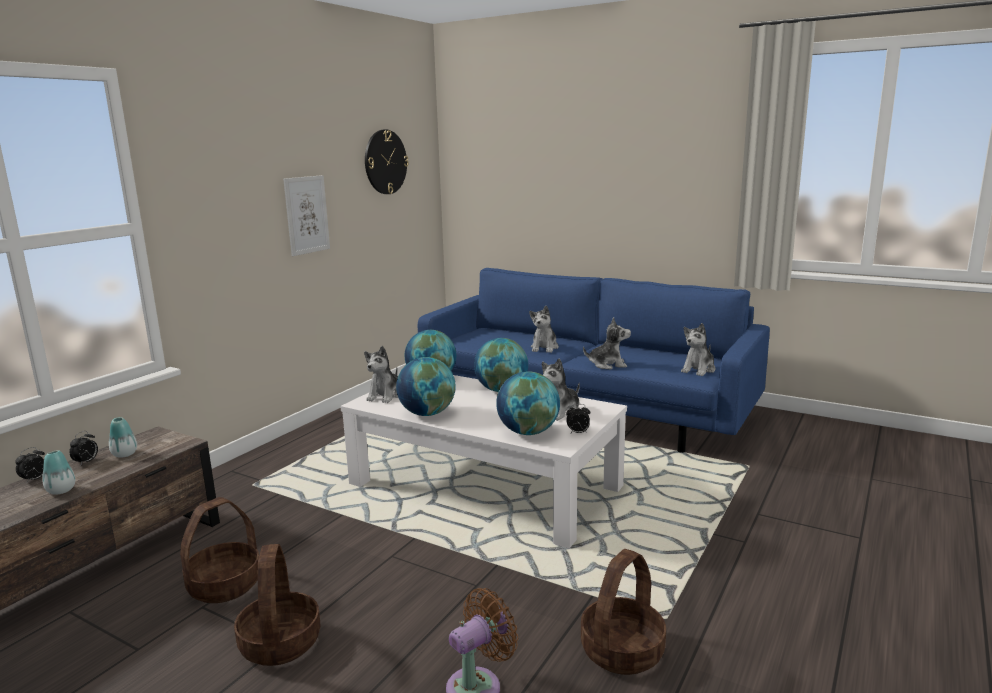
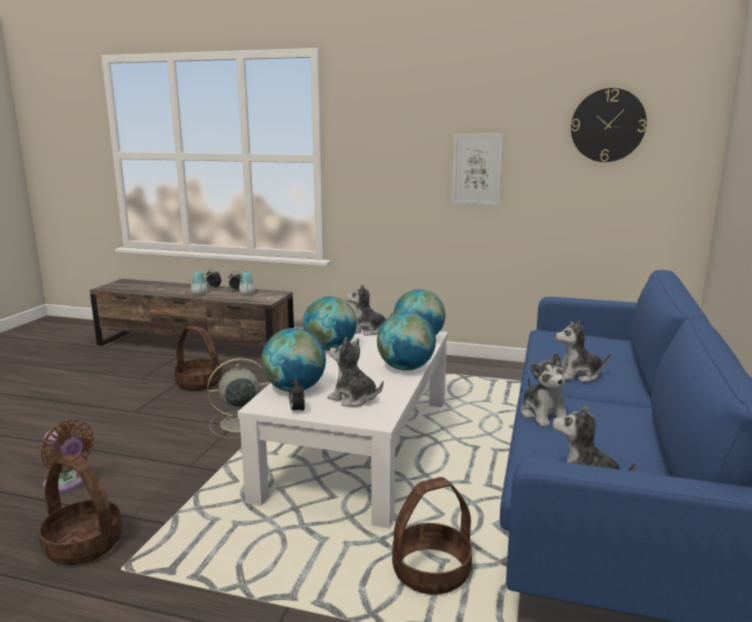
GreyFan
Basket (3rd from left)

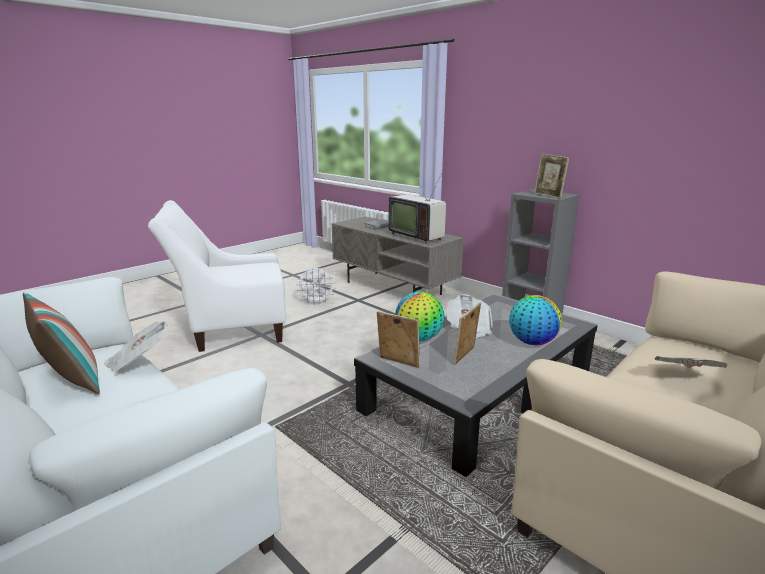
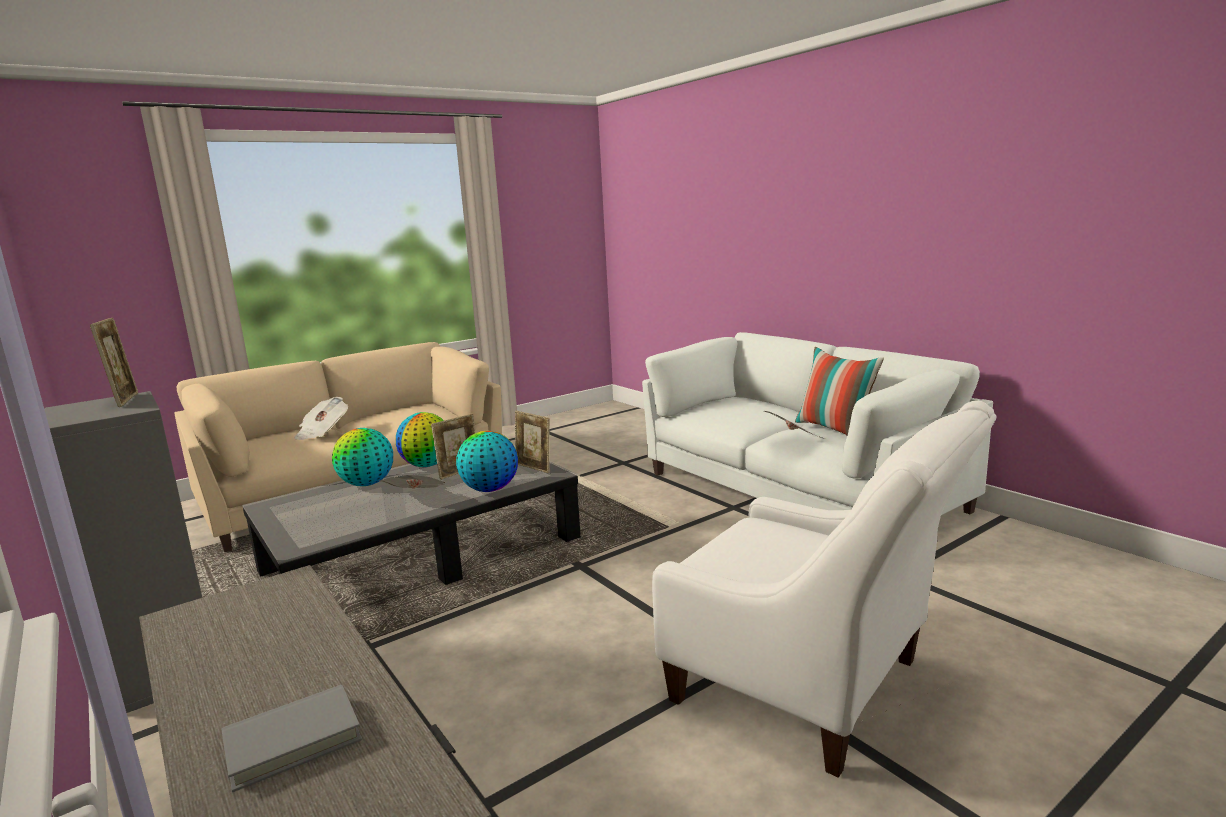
WhiteFan
Television
Globe (2nd from left)
WhiteArmchair

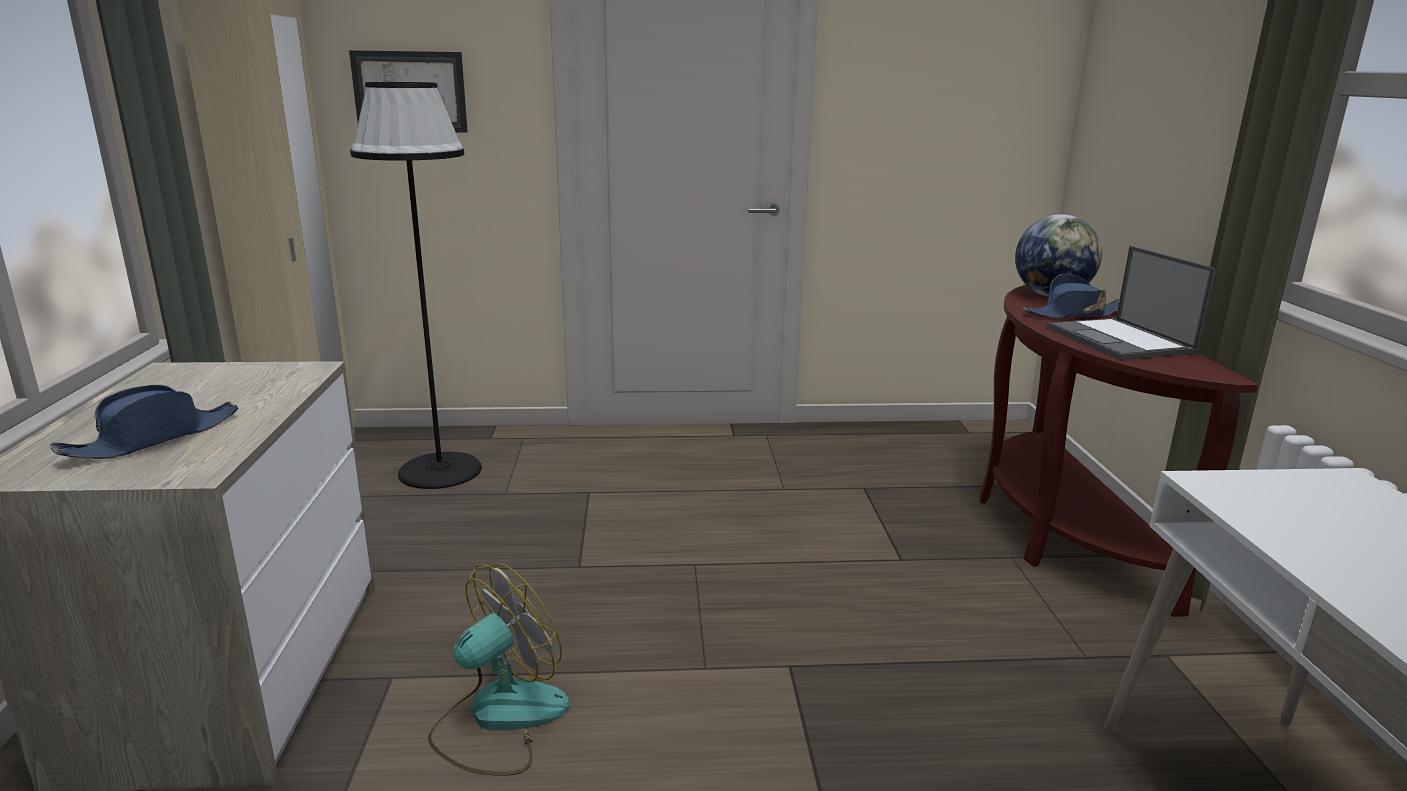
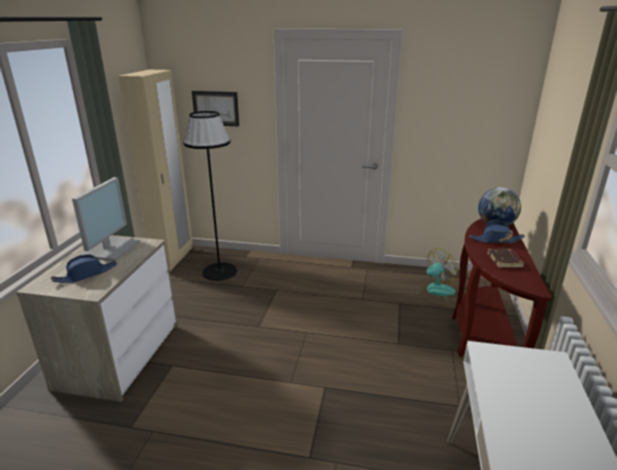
Monitor
Fan
BrownBook

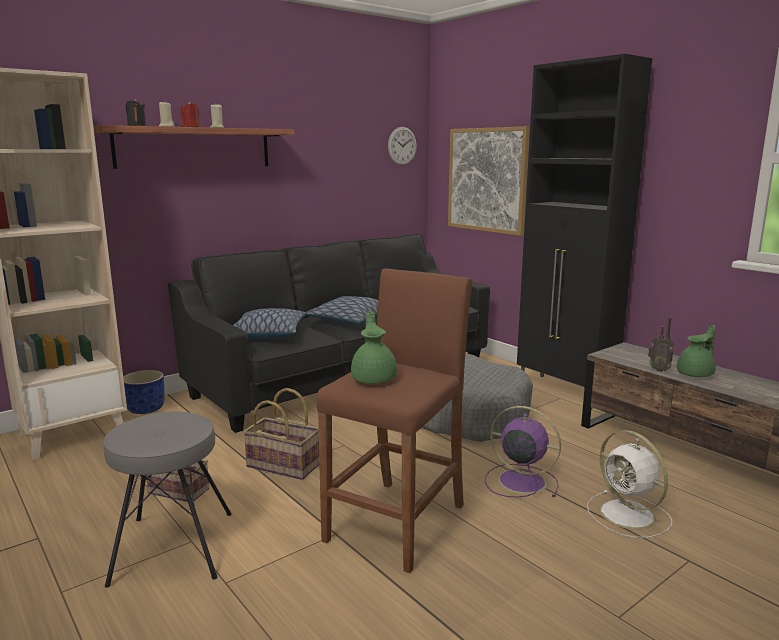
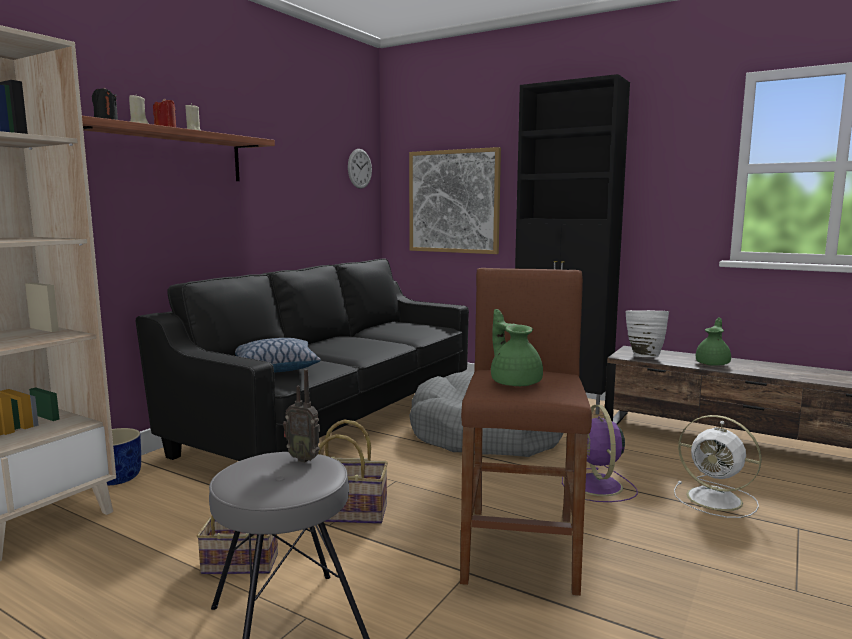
Pillow (2nd from left in the first image)
WhiteVase
Radio
PurpleFan

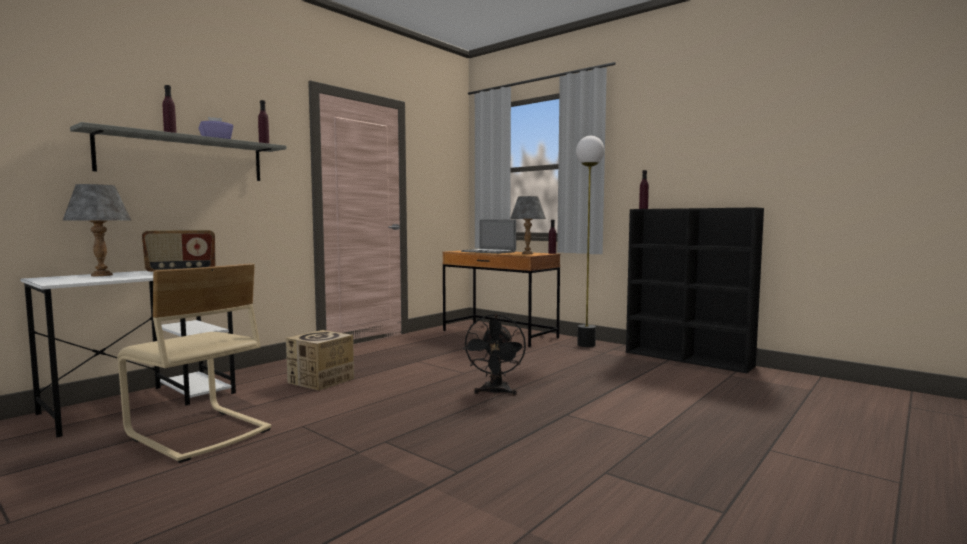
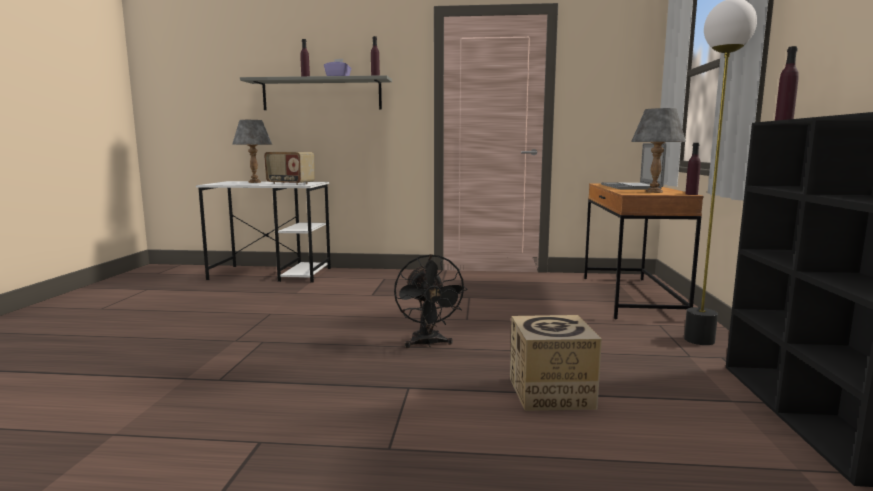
BeigeChair
CardboardBox
BlackFan

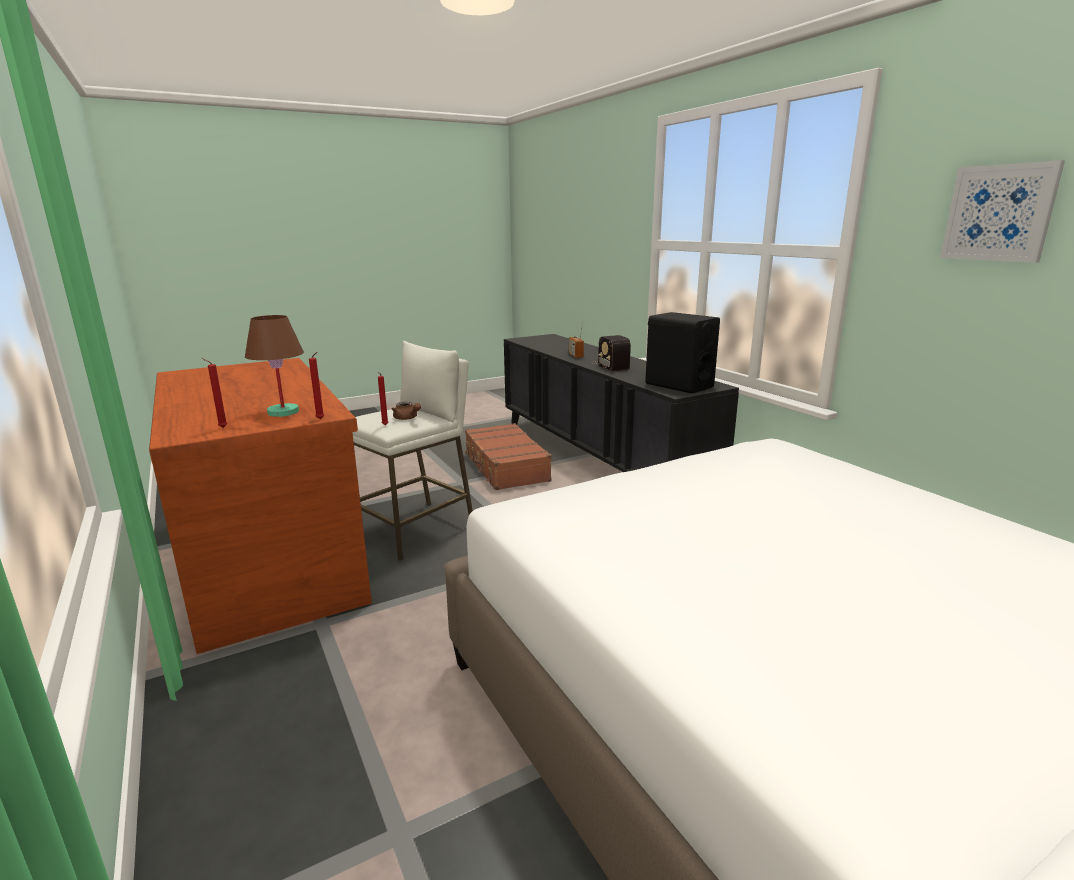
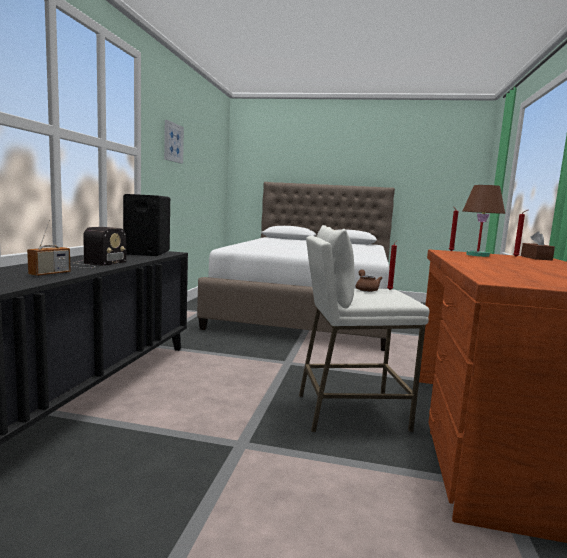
BrownSuitcase
BrownTissueBox

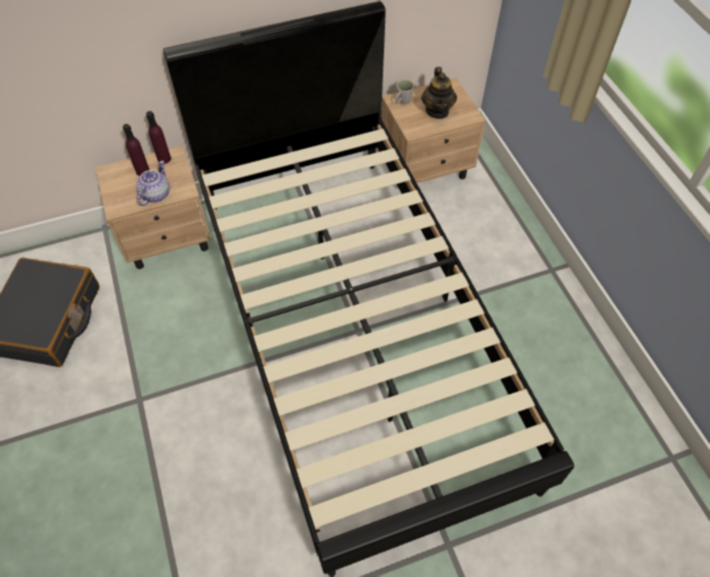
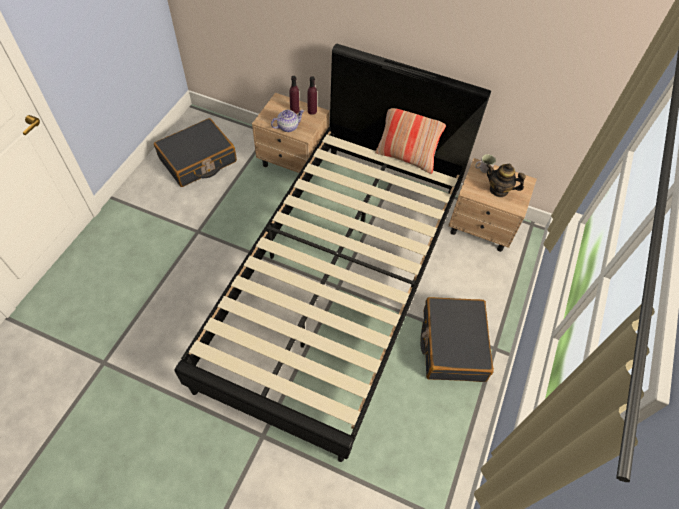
Pillow
BlackSuitcase (2nd from left)
Teapot (2nd from left)

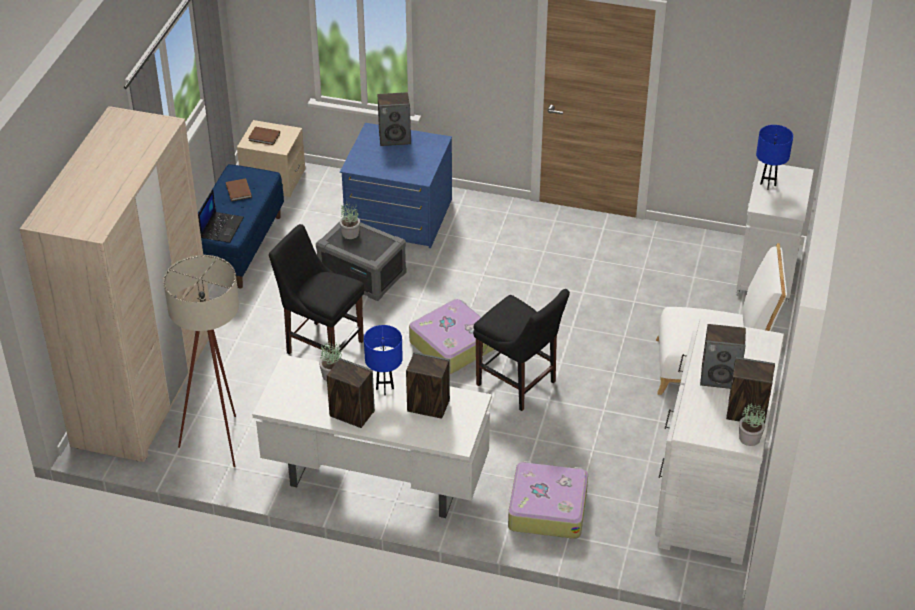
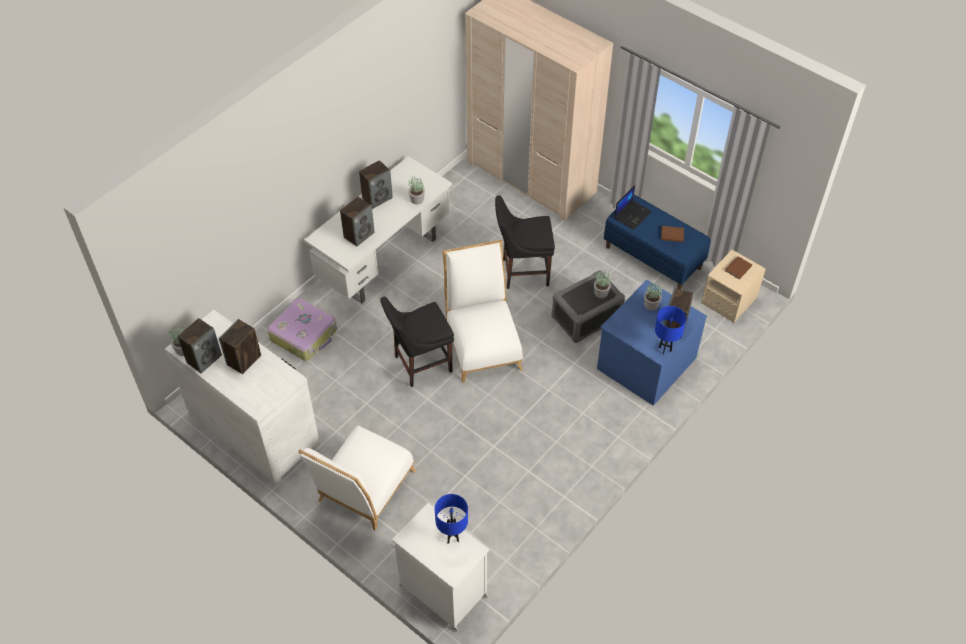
BeigeFloorLamp
PottedPlant (4th from left)
BlueTableLamp (2nd from left)
WhiteChair (2nd from left)
Laptop
BlackChair (2nd from left)

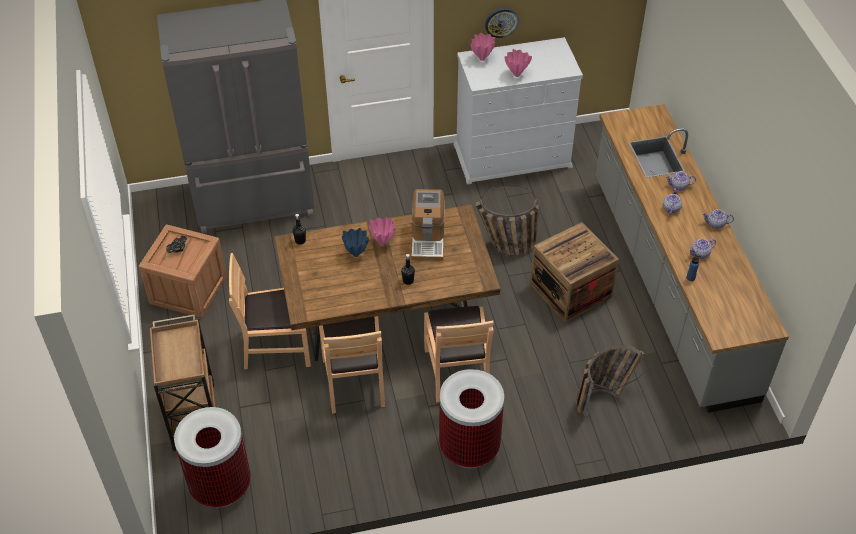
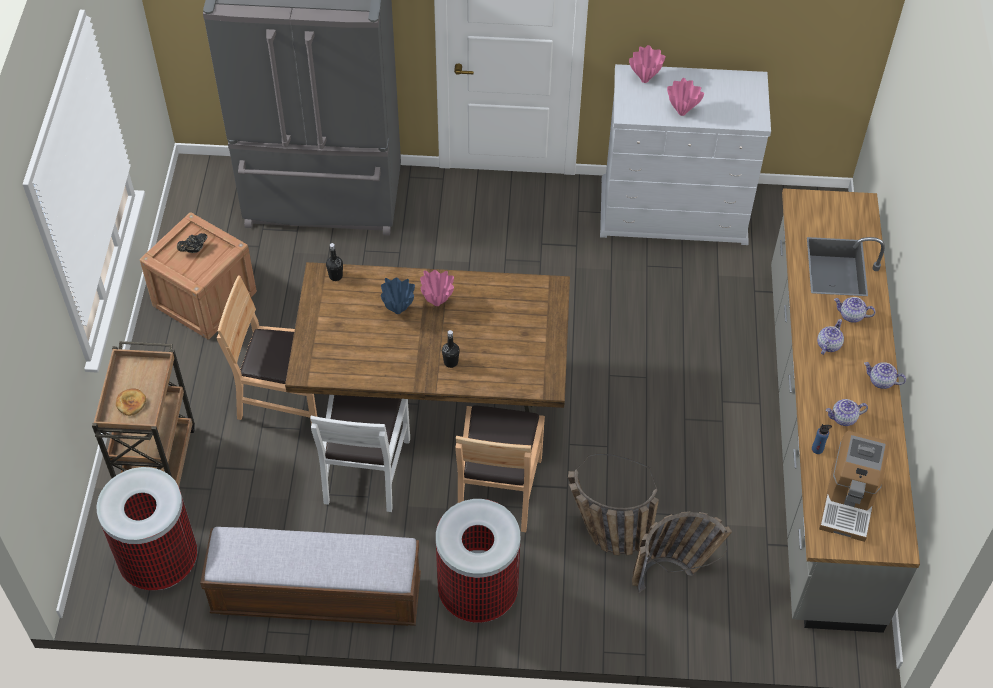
WallClock
Crate (2nd from left in the first image)
Bread
Bench
CoffeeMachine
Basket (1st from left)
WhiteChair

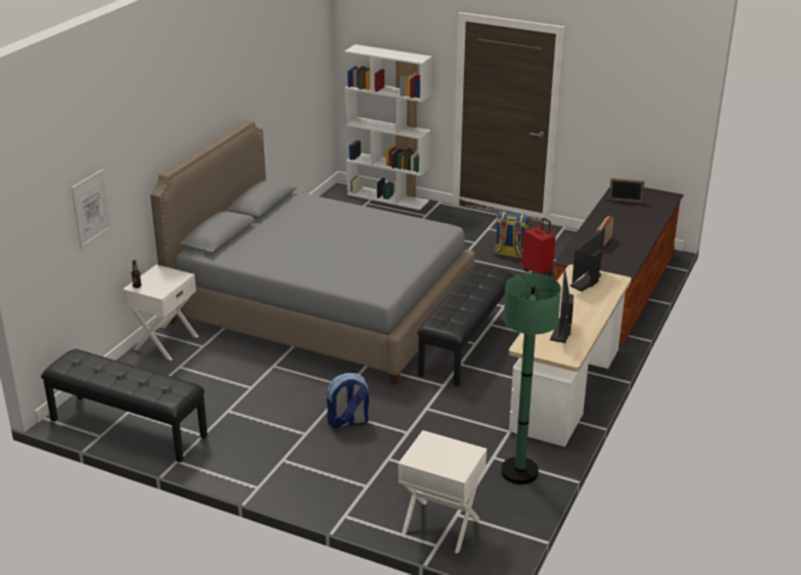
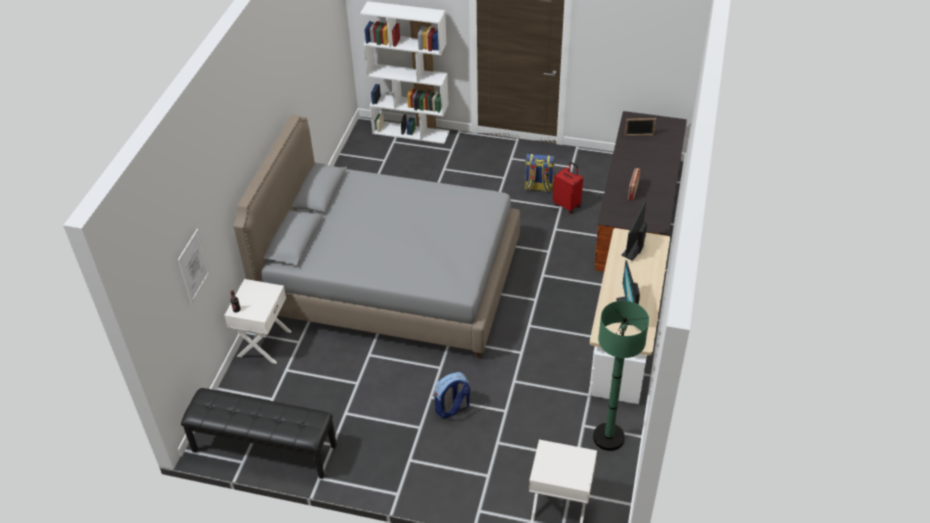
BlackBench (2nd from left in the first image)

